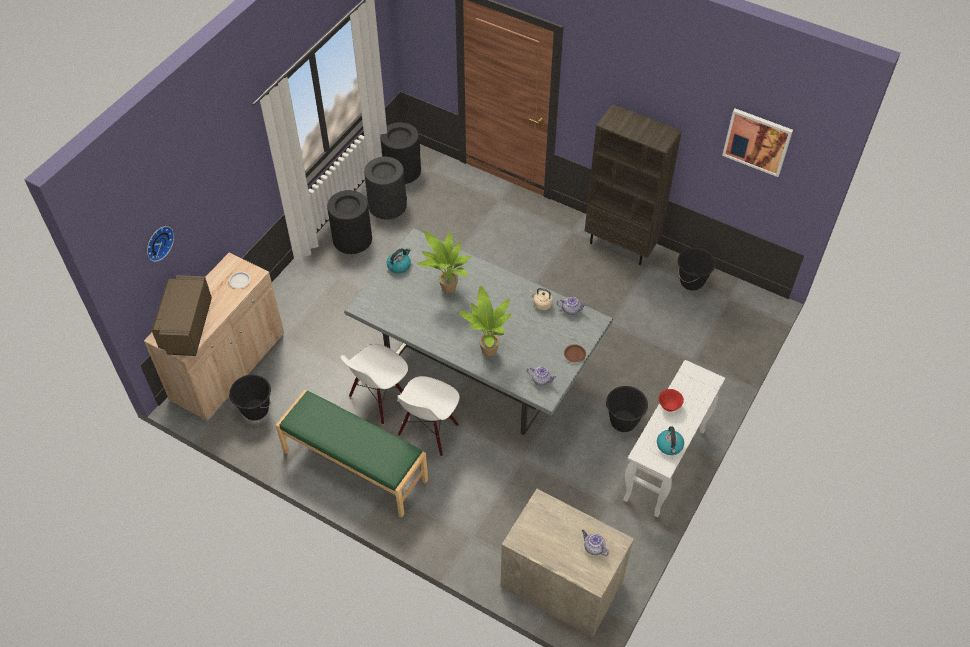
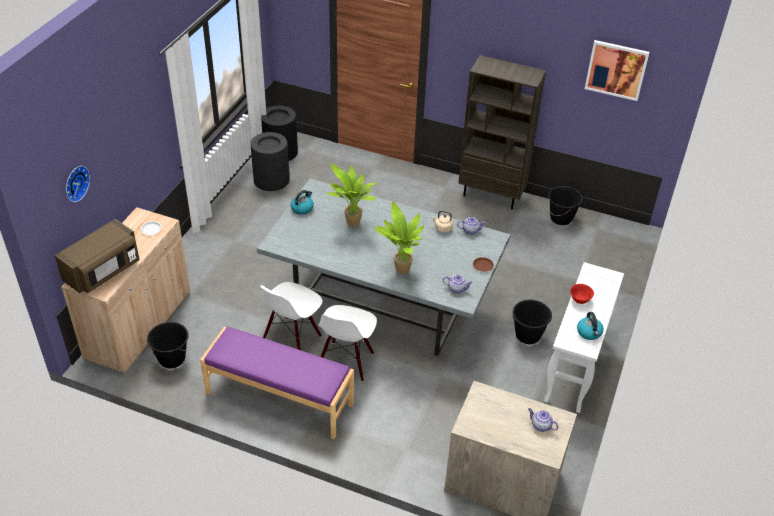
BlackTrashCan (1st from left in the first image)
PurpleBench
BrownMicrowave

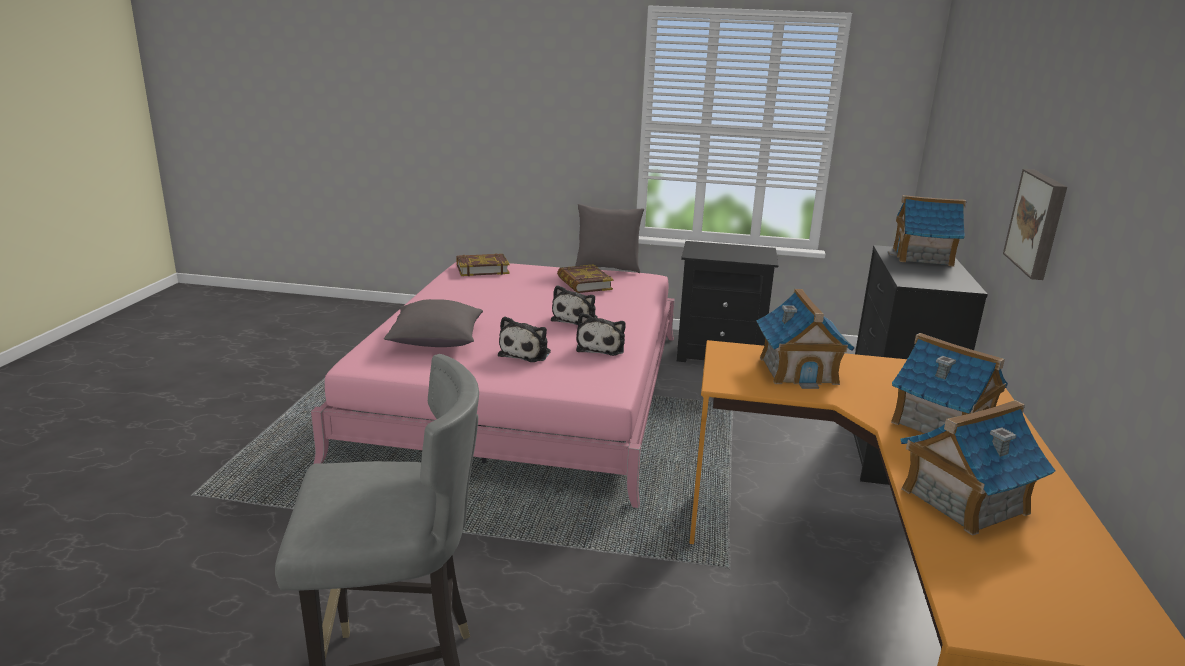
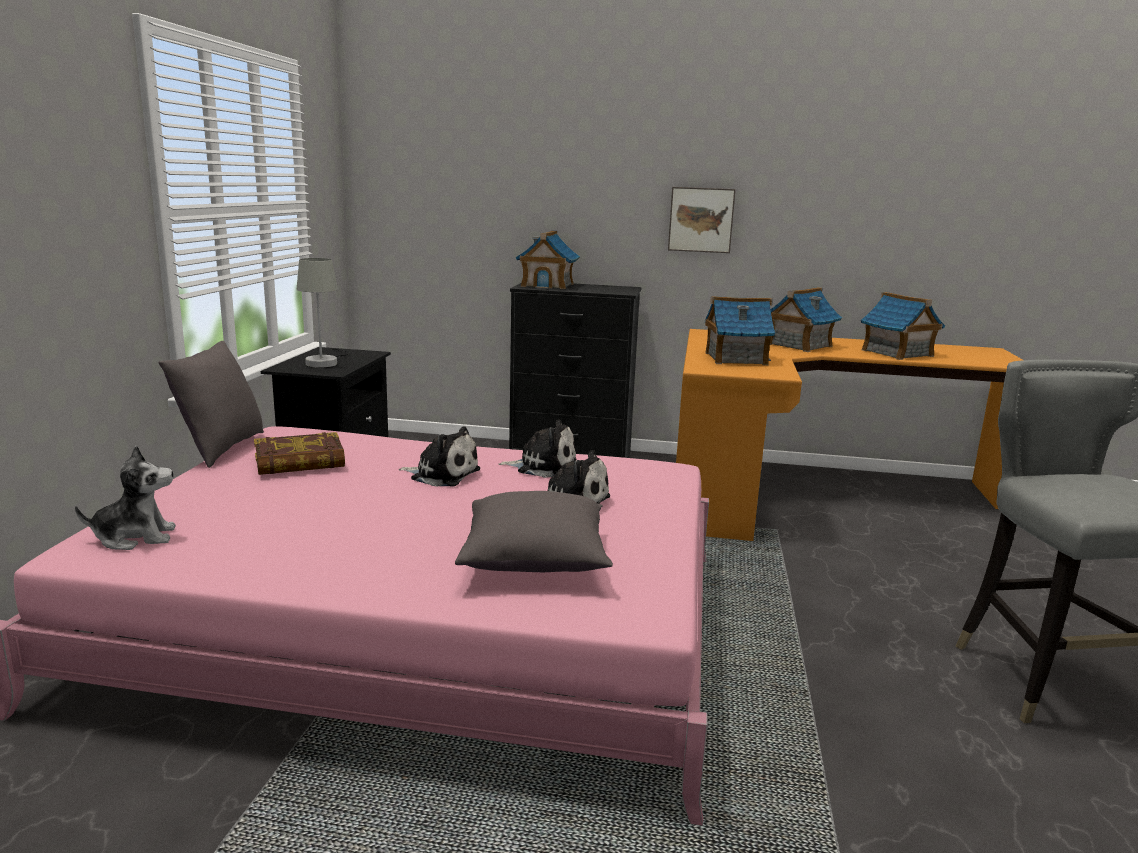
GreyTableLamp
PlushToy (1st from left)

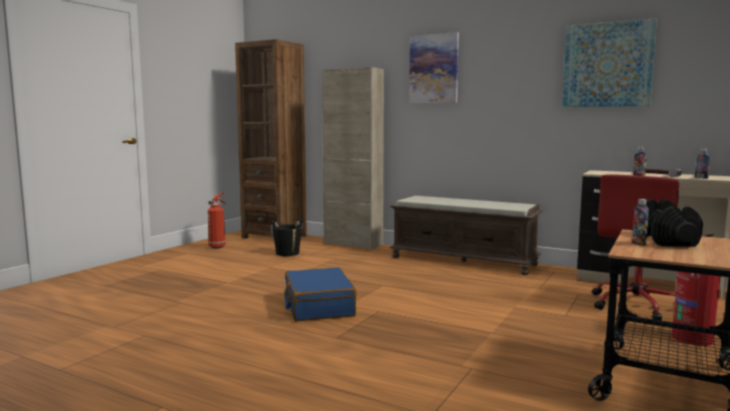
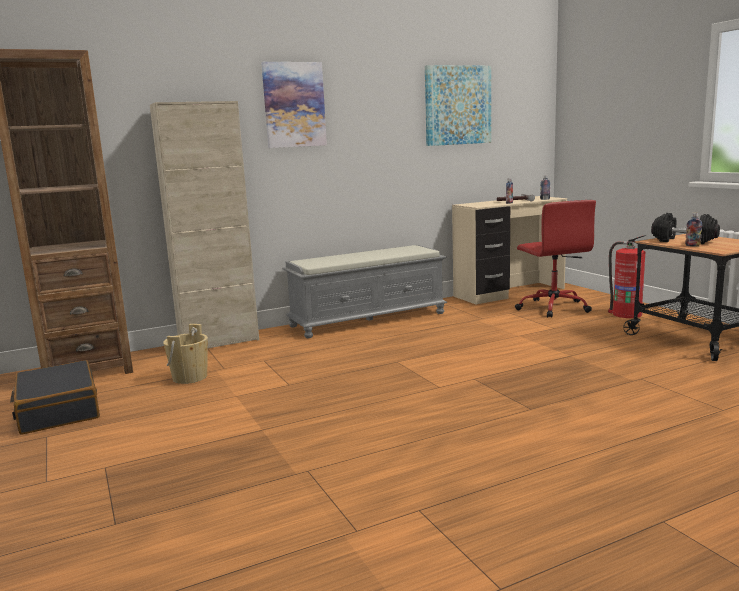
BlueSuitcase
BlackSuitcase
BeigeBucket
GreyBench

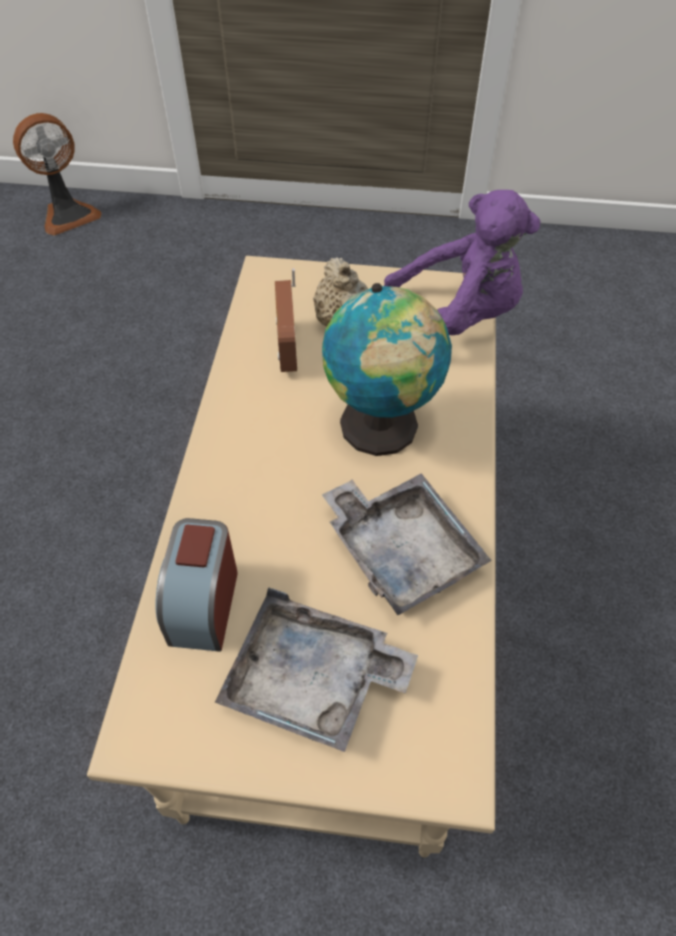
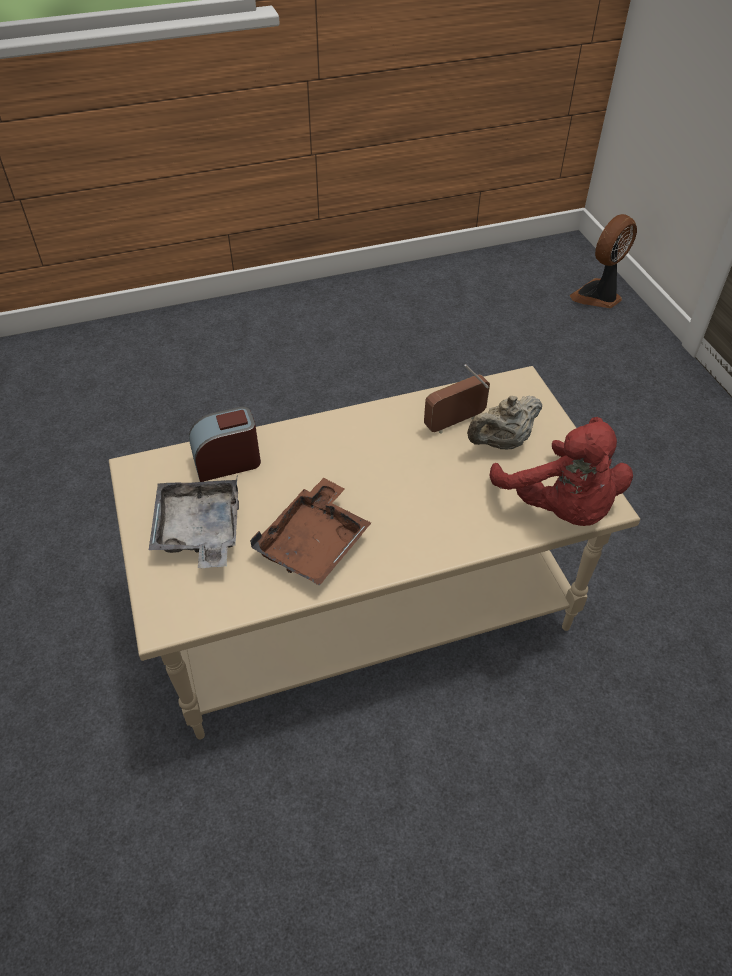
Globe
BrownTray
RedPlushToy
Fan

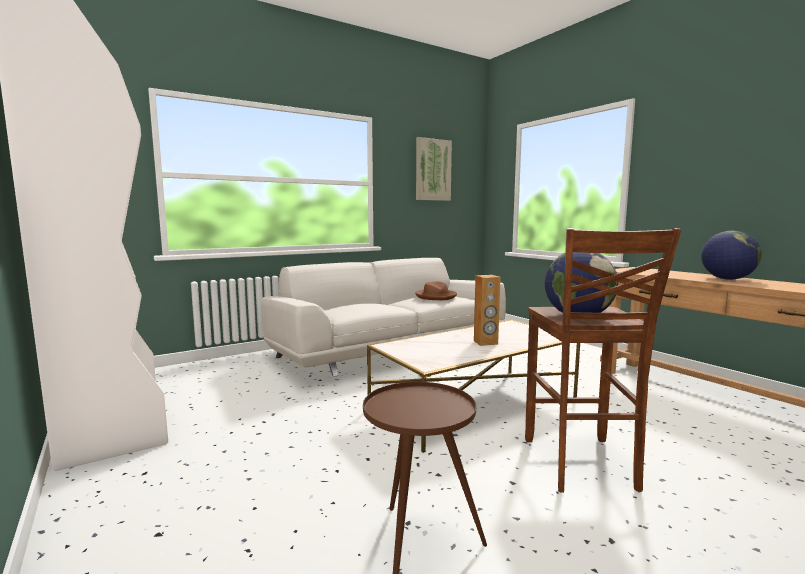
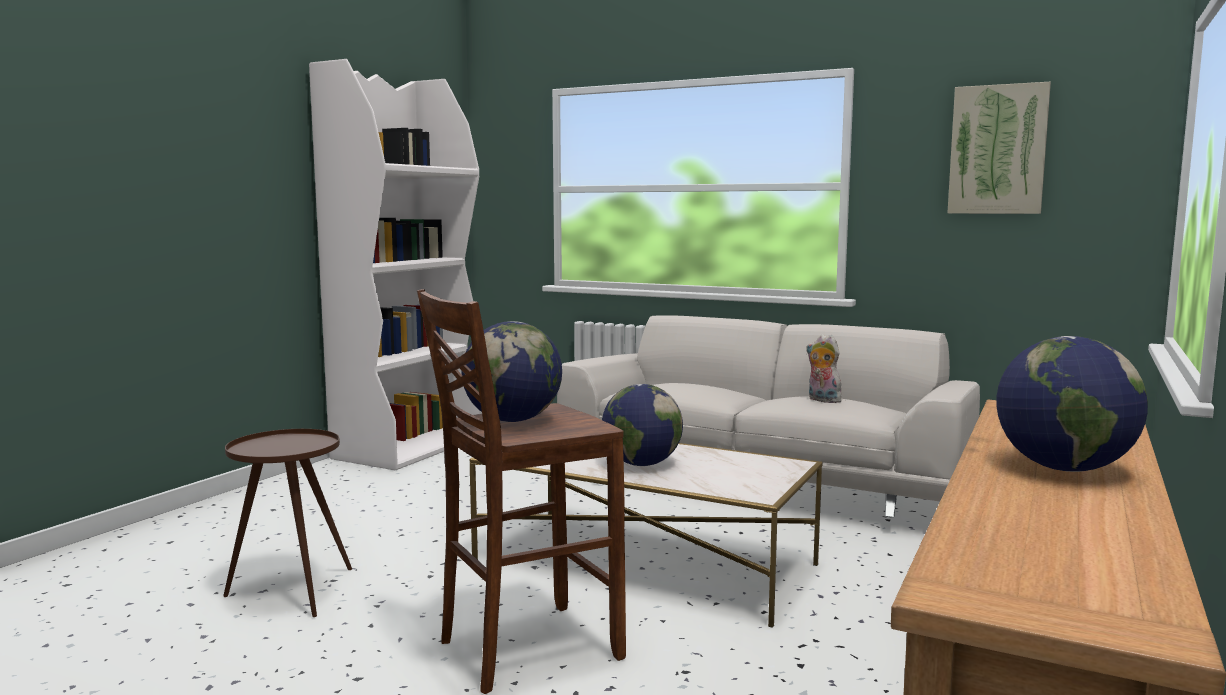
PlushToy
Globe (2nd from left)

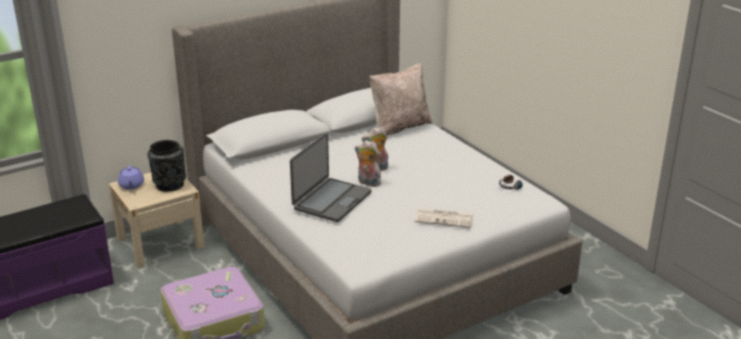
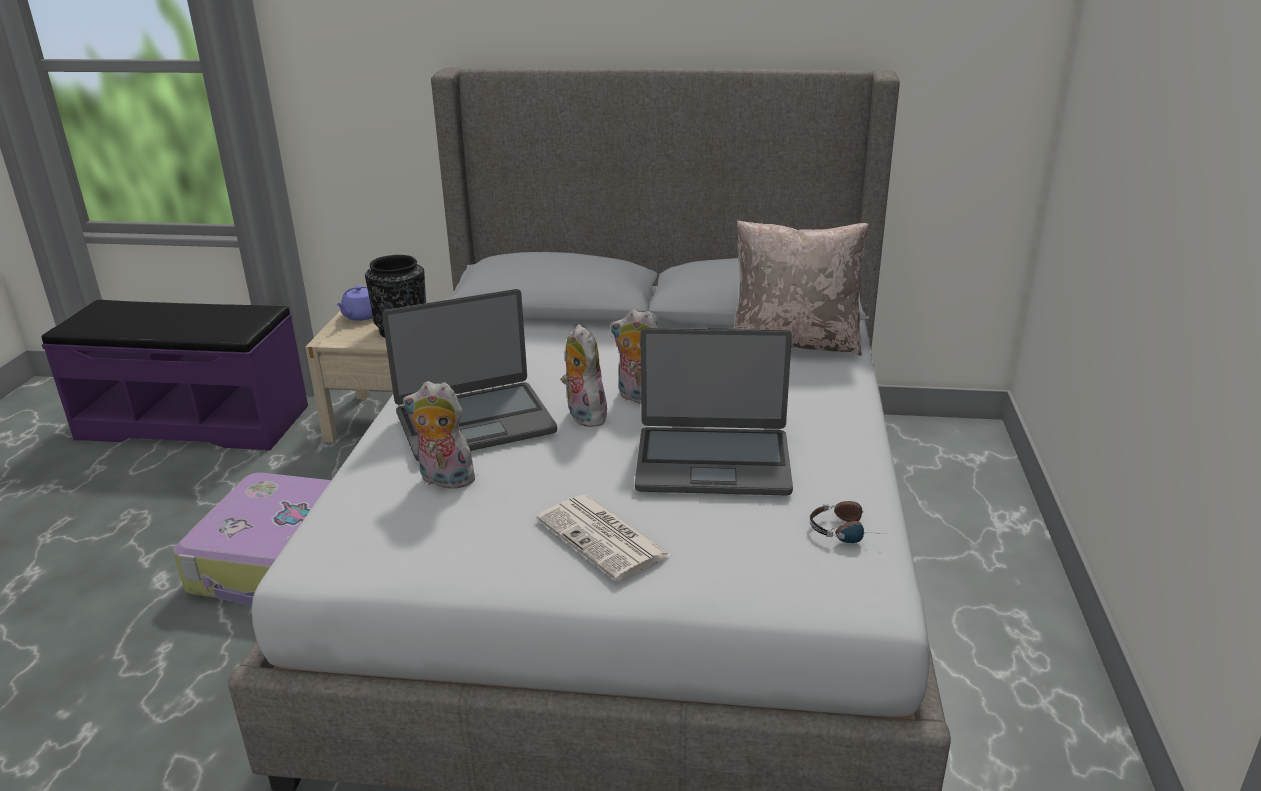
PlushToy (1st from left)
Laptop (2nd from left)

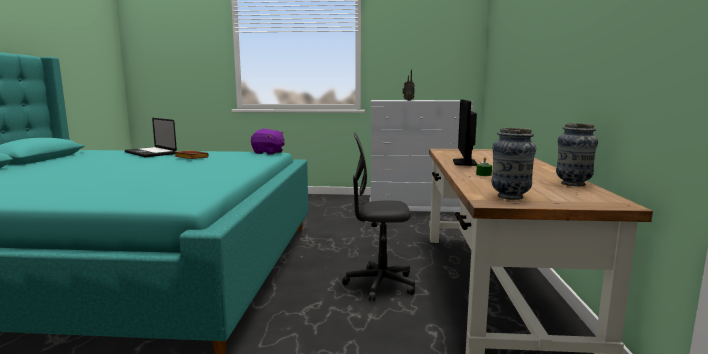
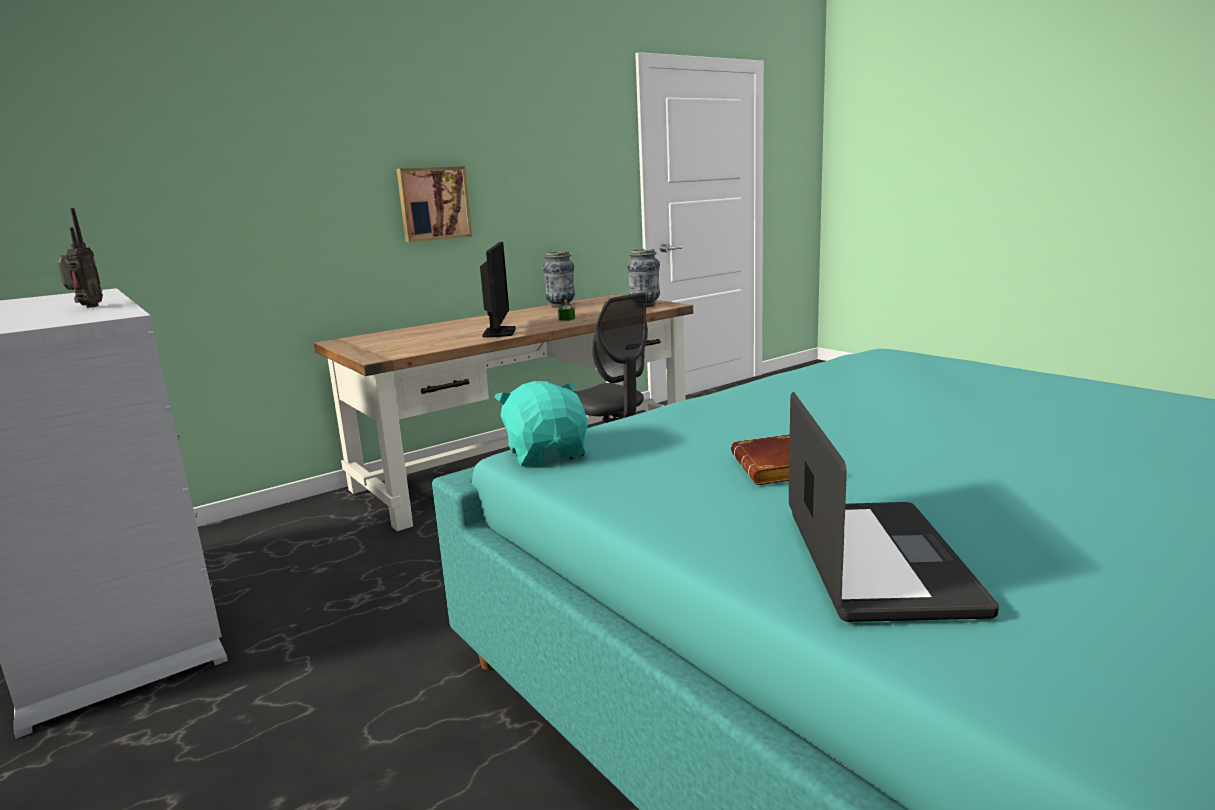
Picture
TurquoisePlushToy
Monitor

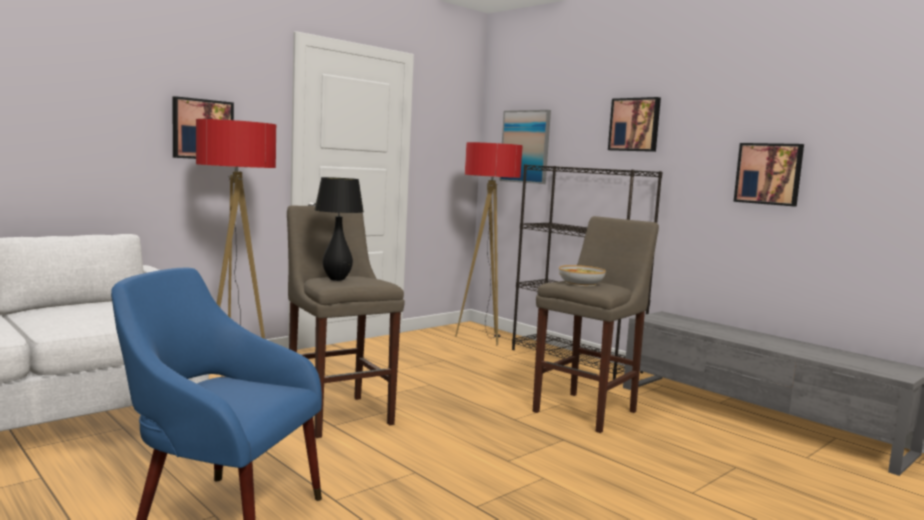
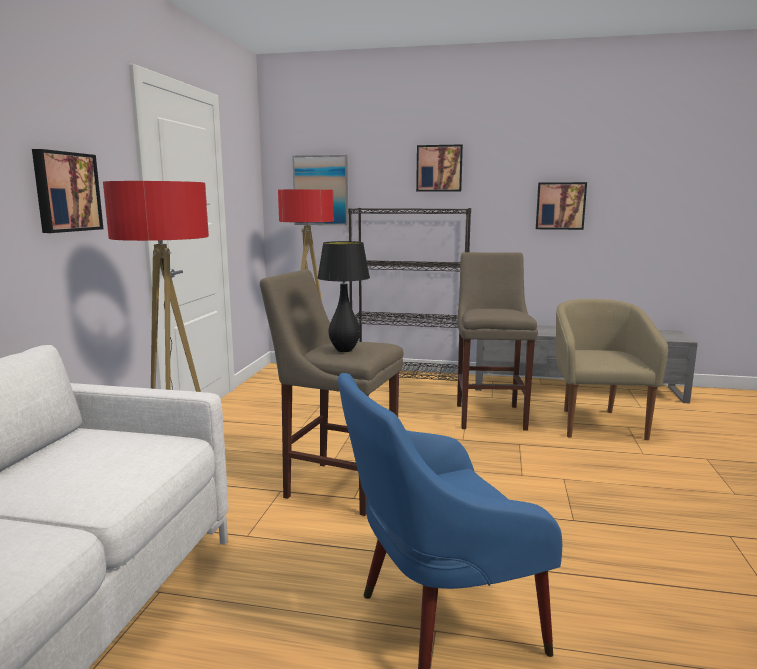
Bowl
BeigeArmchair

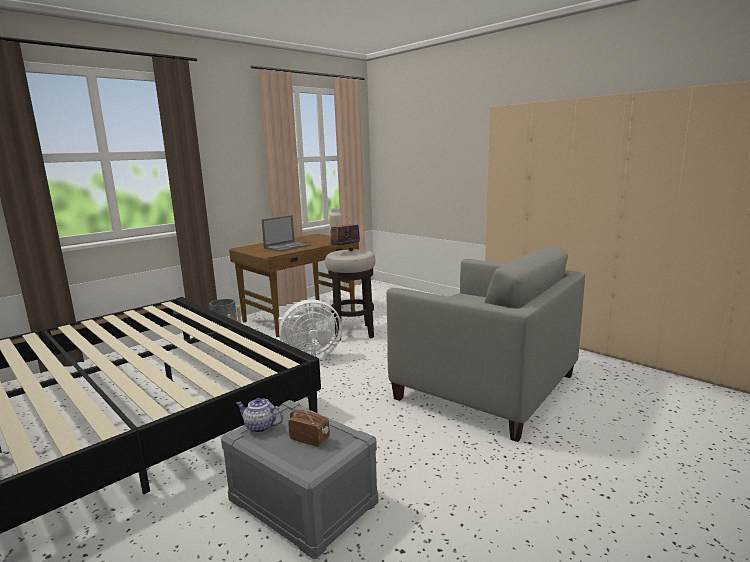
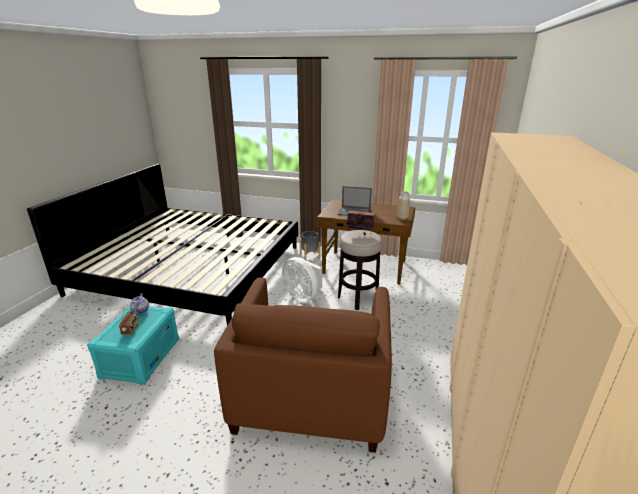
TurquoiseStorageBox
BrownArmchair

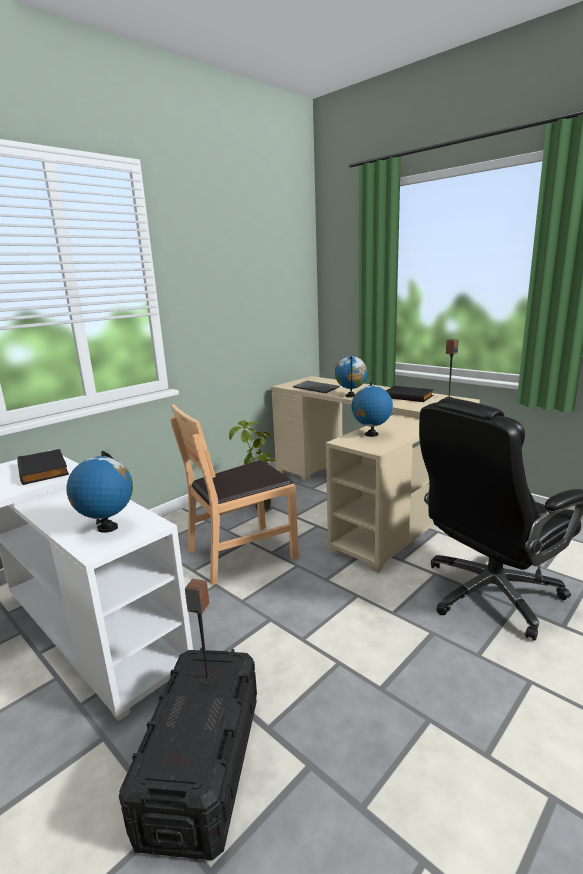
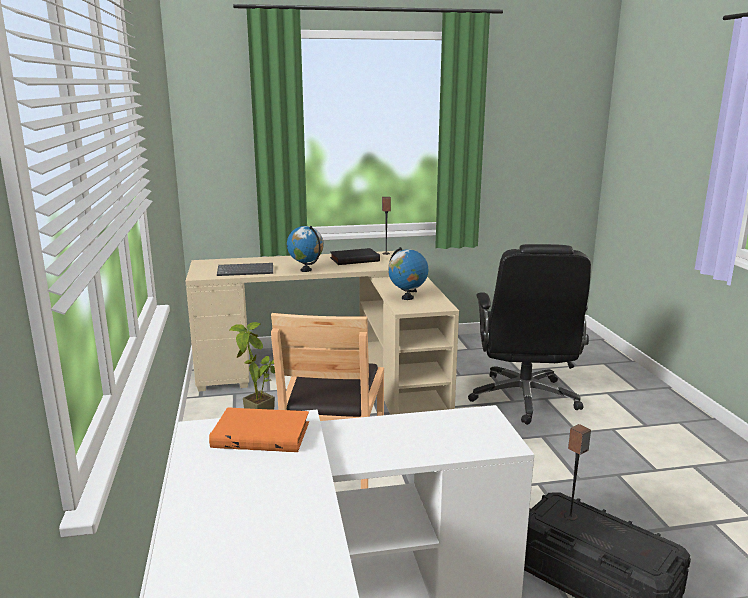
Globe (1st from left in the first image)
OrangeBook

